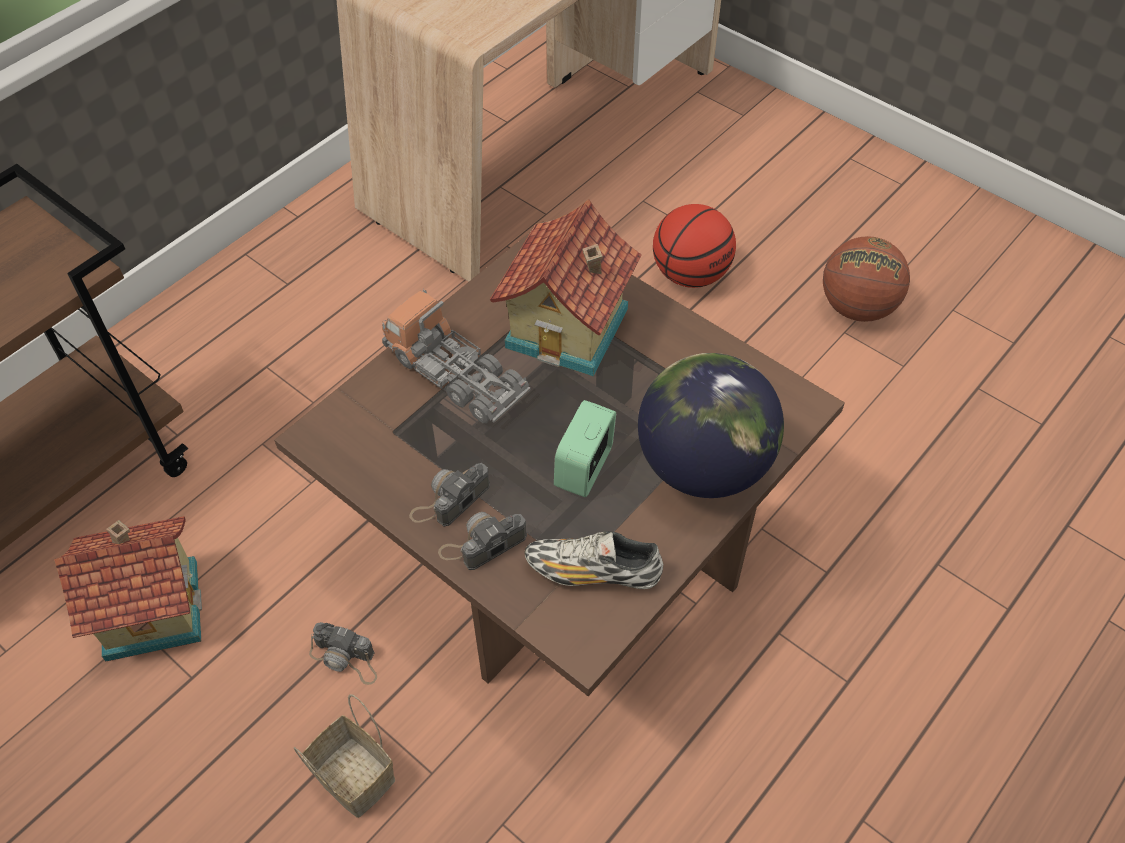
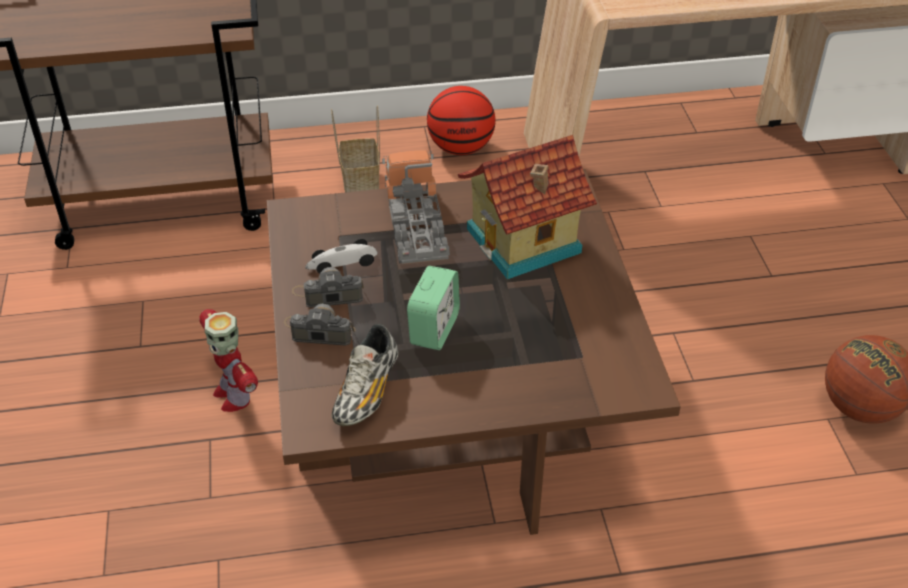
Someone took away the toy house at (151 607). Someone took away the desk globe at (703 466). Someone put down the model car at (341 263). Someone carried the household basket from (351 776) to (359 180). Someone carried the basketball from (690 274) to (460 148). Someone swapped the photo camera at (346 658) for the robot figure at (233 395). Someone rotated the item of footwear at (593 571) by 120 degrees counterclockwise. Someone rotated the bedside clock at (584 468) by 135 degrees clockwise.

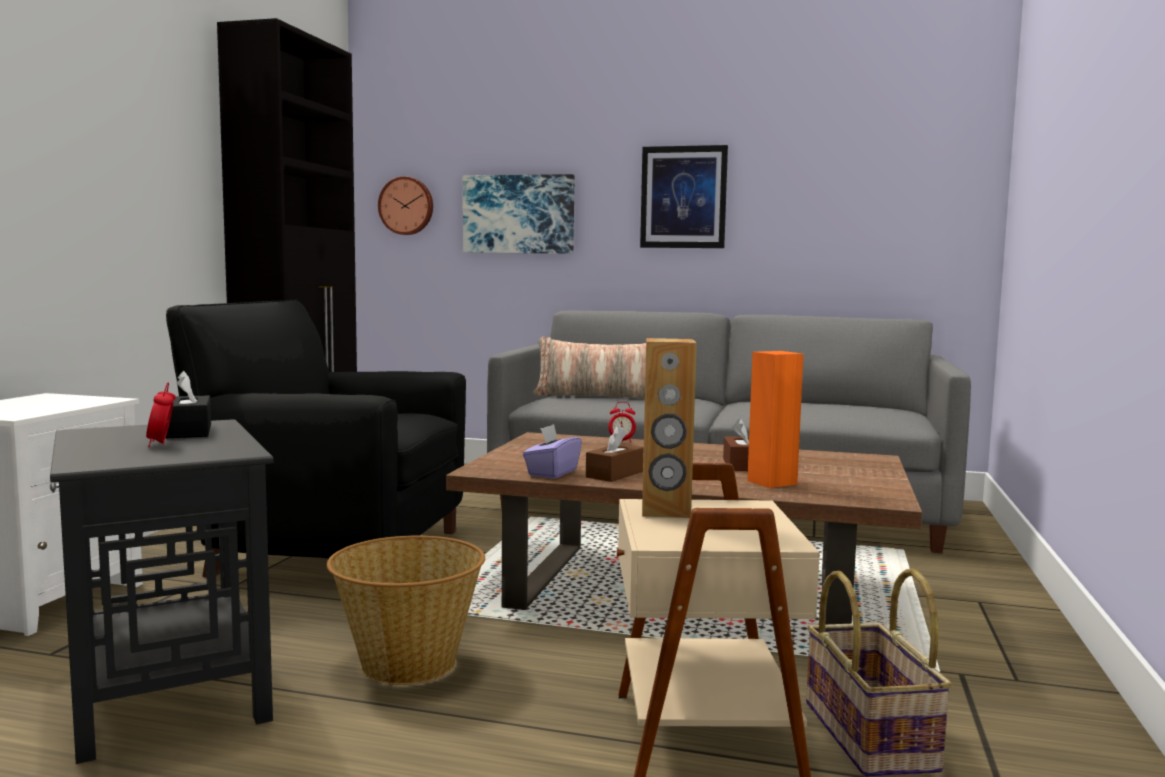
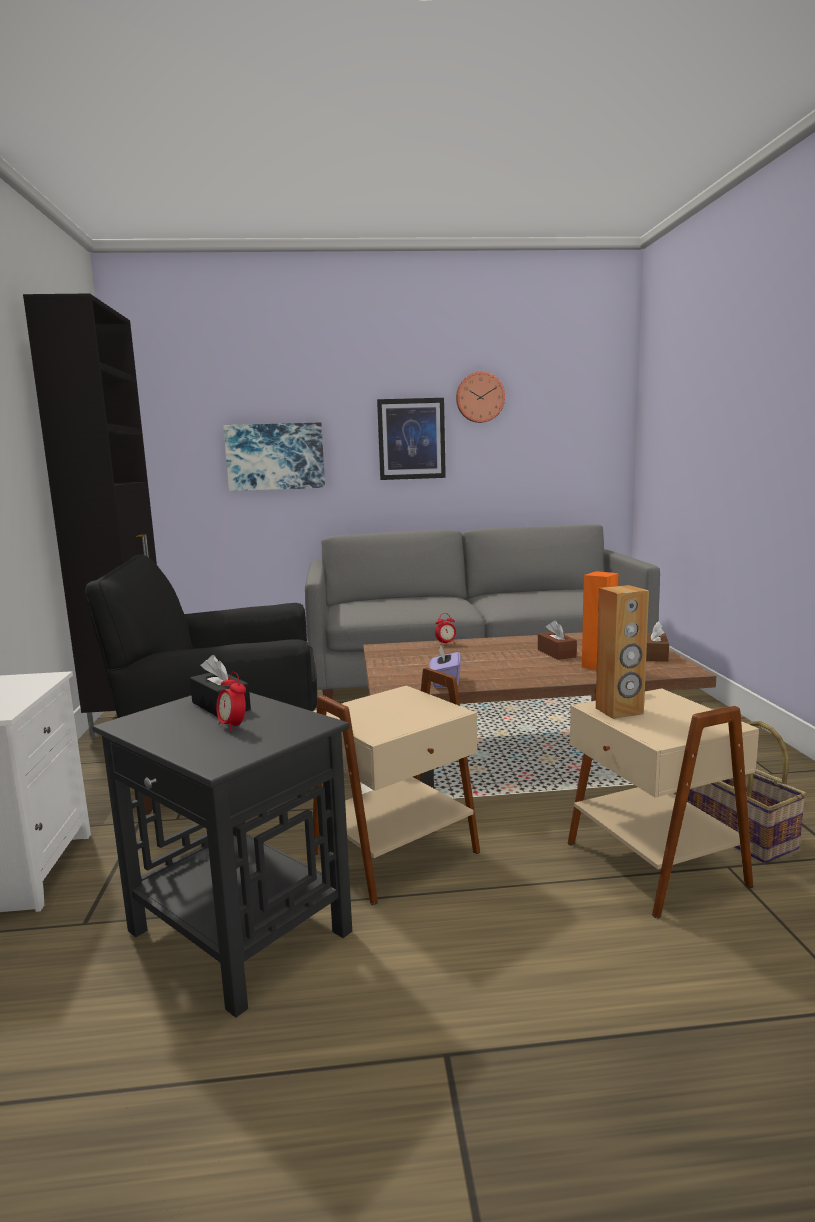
Someone took away the cushion at (601 396). Someone carried the wall clock from (407 206) to (479 397). Someone carried the tissue box/brown-coloured from (614 474) to (655 655). Someone swapped the household basket at (408 663) for the accent table/beige-coloured at (398 854).

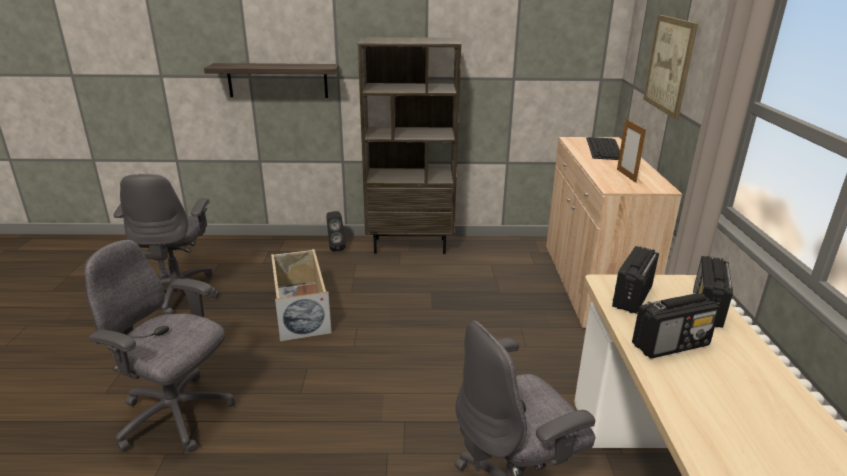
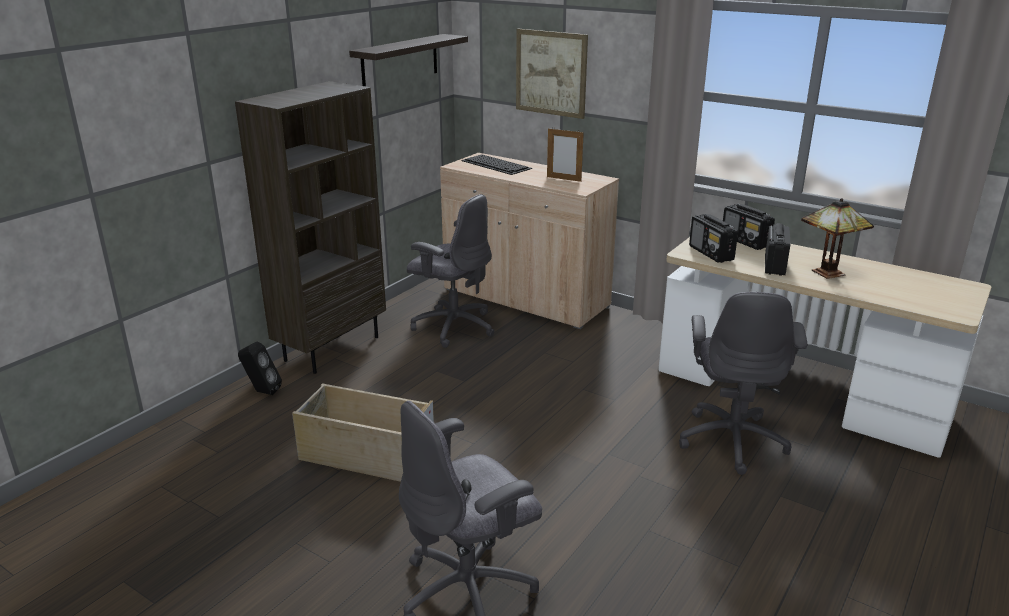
Someone put down the tabletop lamp at (827 274). Someone carried the office chair/grey from (179 293) to (453 326). Someone carried the bracket shelf from (277 80) to (400 61).

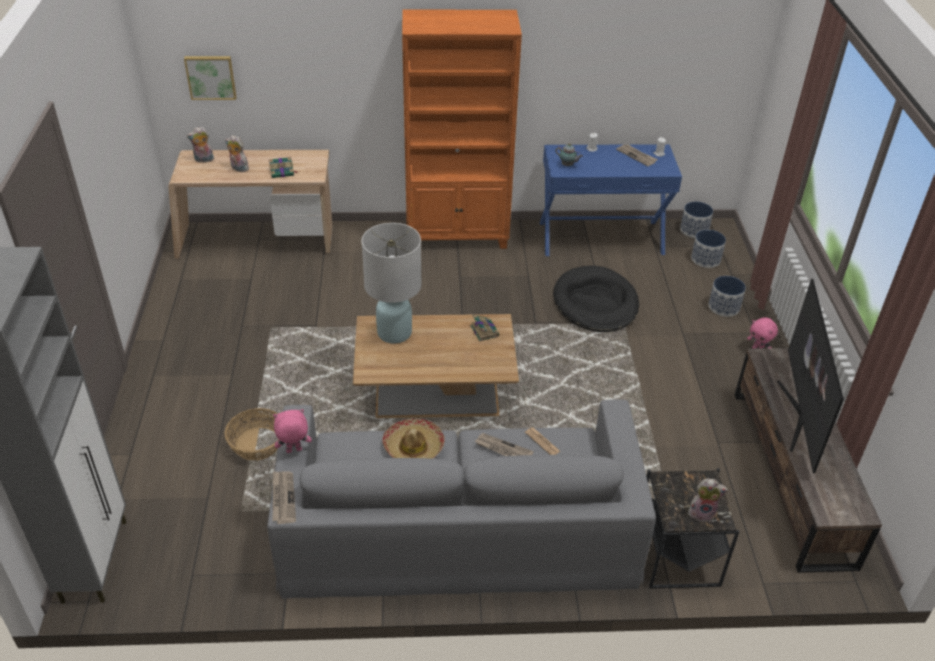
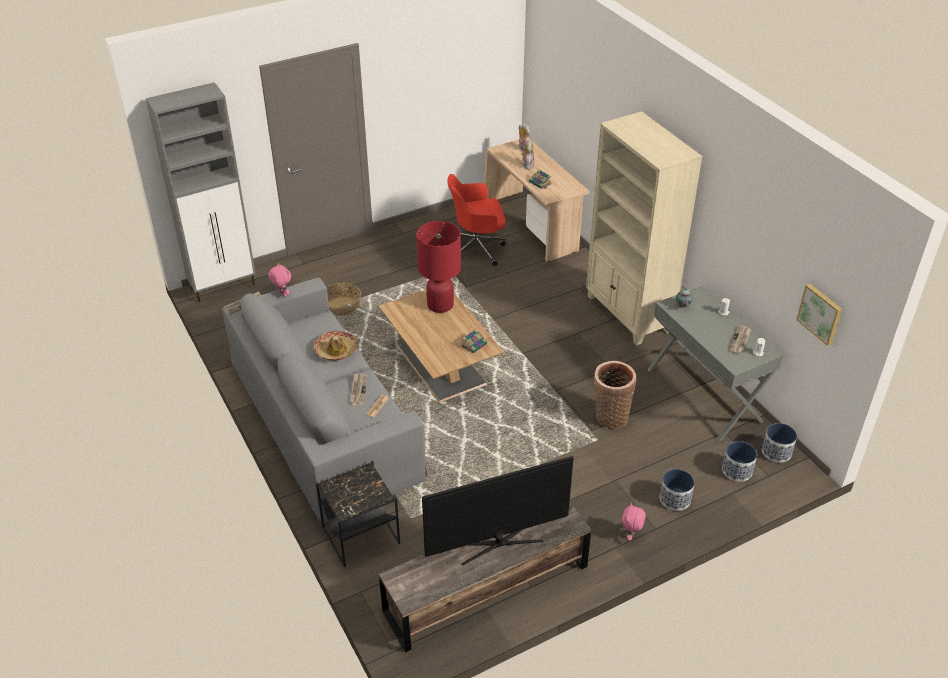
Someone took away the plush toy at (702 513). Someone put down the office chair/red-coloured at (477 248). Someone carried the wall picture from (211 77) to (820 313). Someone swapped the pet bed/black-coloured at (595 303) for the household basket at (610 416). Someone repainted the tabletop lamp/white-coloured at (394 332), which became the tabletop lamp/red-coloured at (440 305). Someone repainted the shelving unit/orange-coloured at (458 235), which became the shelving unit/beige-coloured at (628 314). Someone repainted the narrow table/blue-coloured at (601 237), which became the narrow table/grey at (704 394).

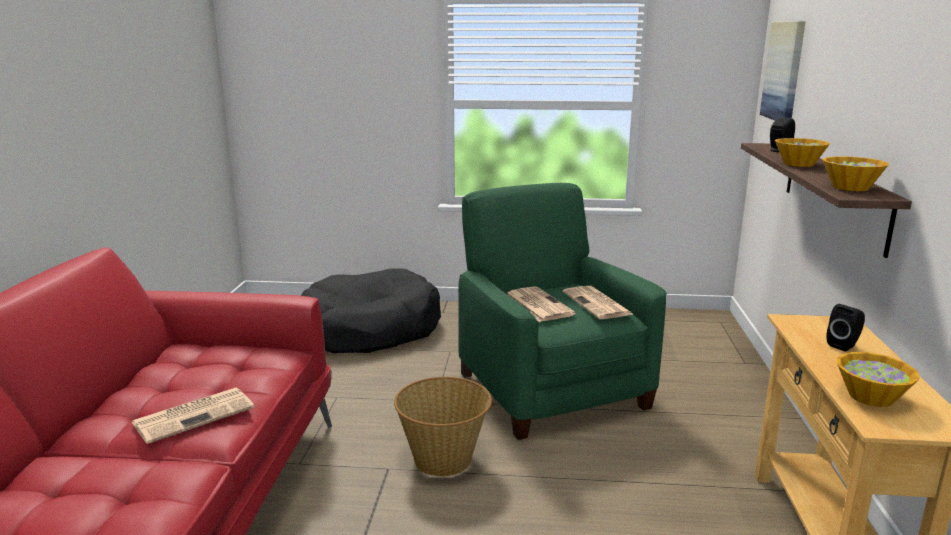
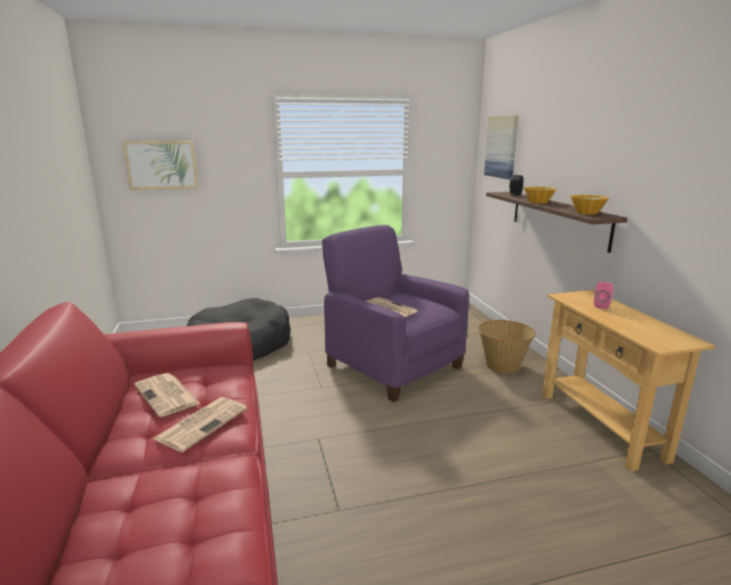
Someone took away the bowl at (871 396). Someone put up the wall picture at (162 165). Someone carried the household basket from (444 458) to (502 365). Someone carried the daily paper from (597 304) to (167 395). Someone repainted the lounge chair/green at (550 389), which became the lounge chair/purple at (392 365). Someone repainted the audio speaker/black-coloured at (844 345), which became the audio speaker/pinkish at (602 306).

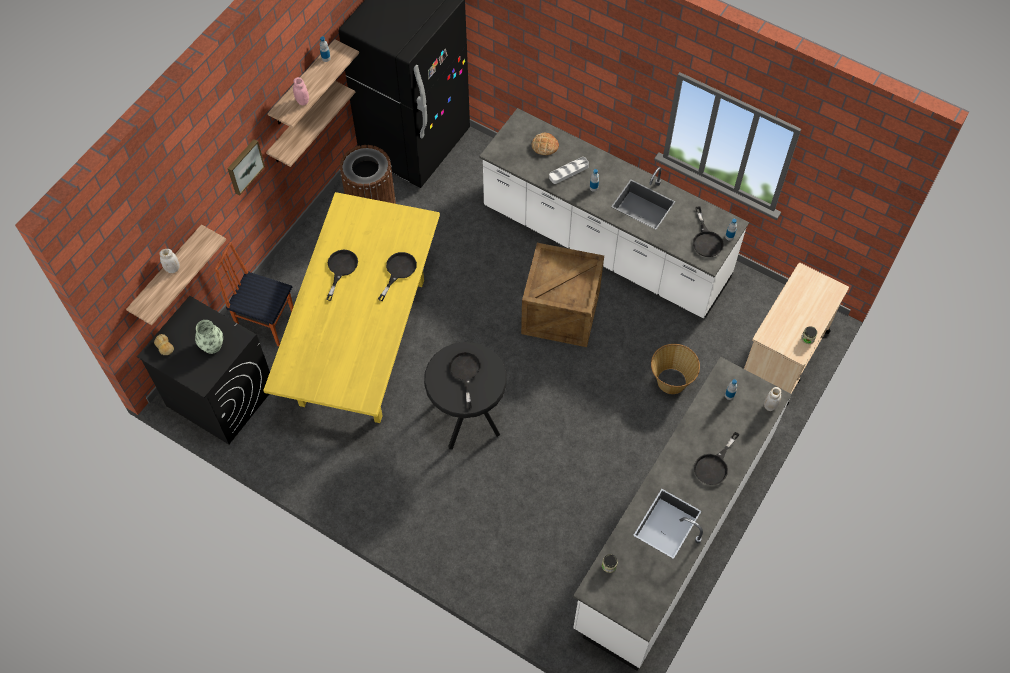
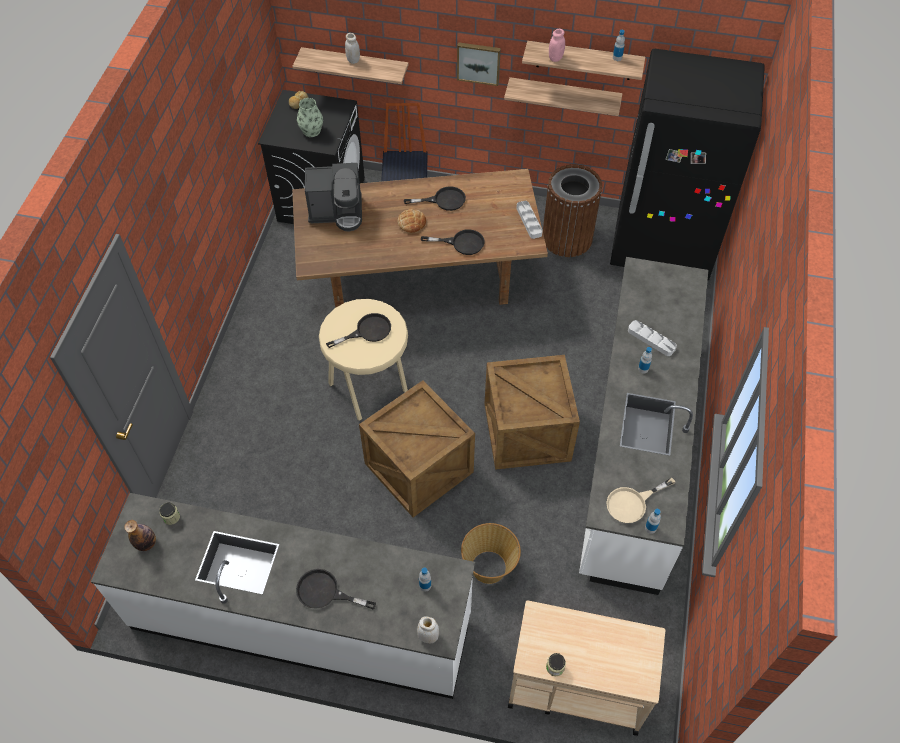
Someone put down the bottle at (146 543). Someone put down the coffee brewer at (337 212). Someone put down the crate at (420 468). Someone put down the tray/grey at (529 221). Someone carried the bread from (545 145) to (411 222). Someone repainted the kitchen table/yellow-coloured at (363 340), which became the kitchen table/brown-coloured at (420 279). Someone repainted the stool seat/black-coloured at (467 417), which became the stool seat/beige-coloured at (370 387). Someone repainted the pan/black-coloured at (706 240), which became the pan/beige-coloured at (632 503).

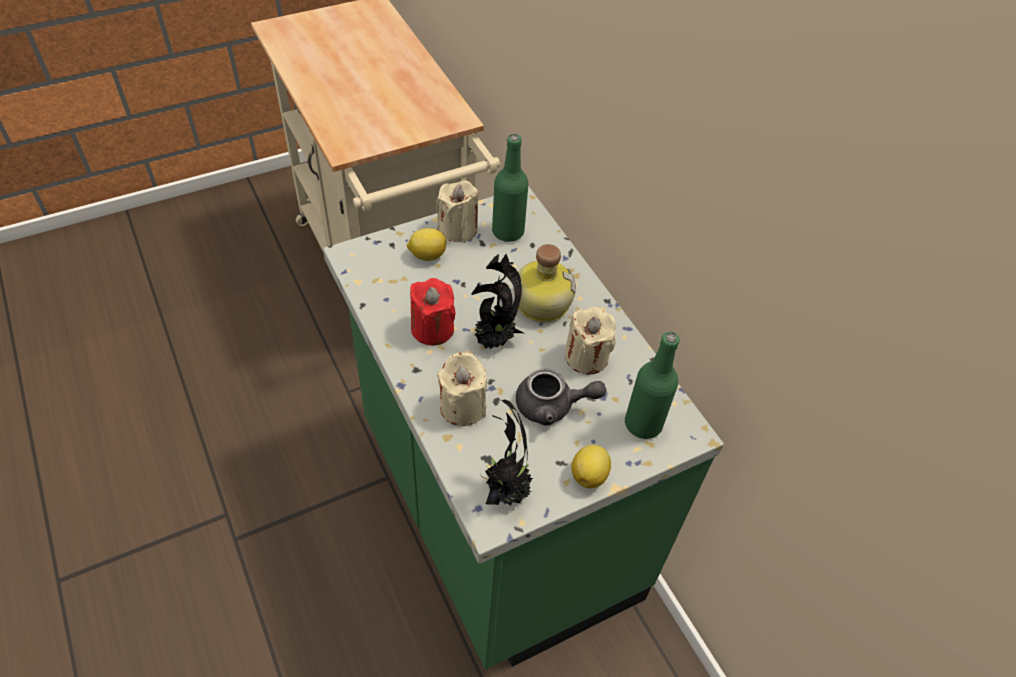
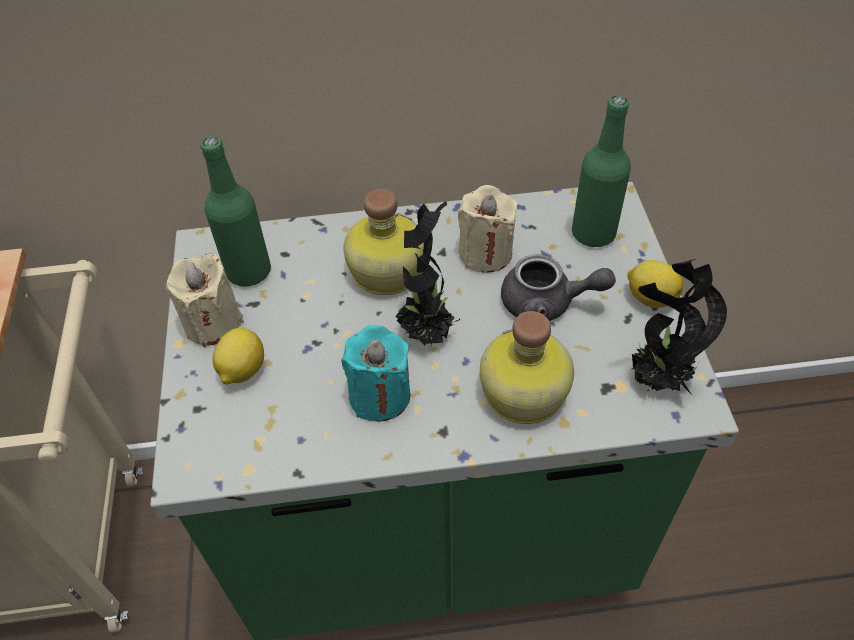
Someone swapped the wax candle/beige-coloured at (462 407) for the bottle at (521 393). Someone repainted the wax candle/red-coloured at (432 329), which became the wax candle/turquoise at (380 396). Someone rotated the tea pot/grey at (553 406) by 75 degrees clockwise.

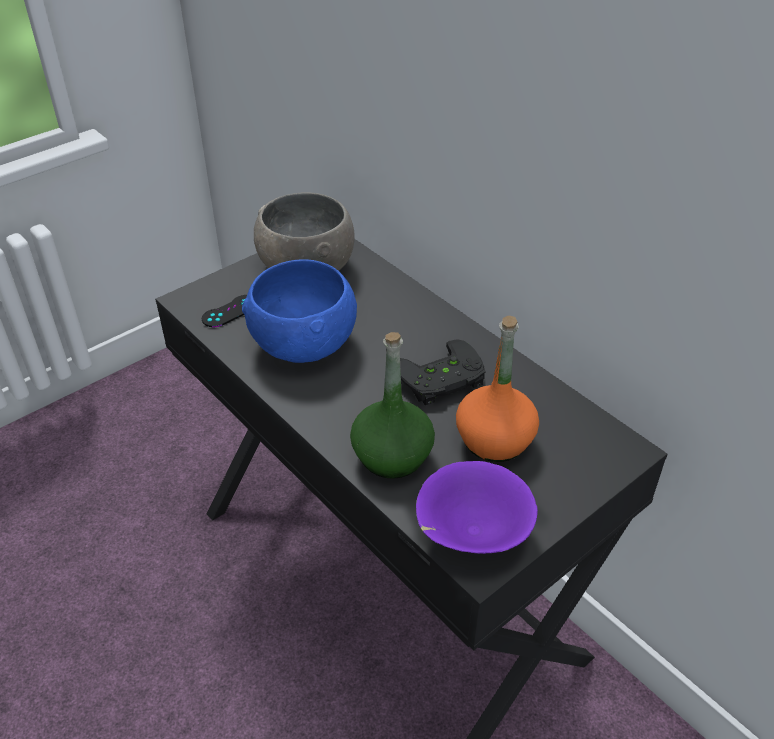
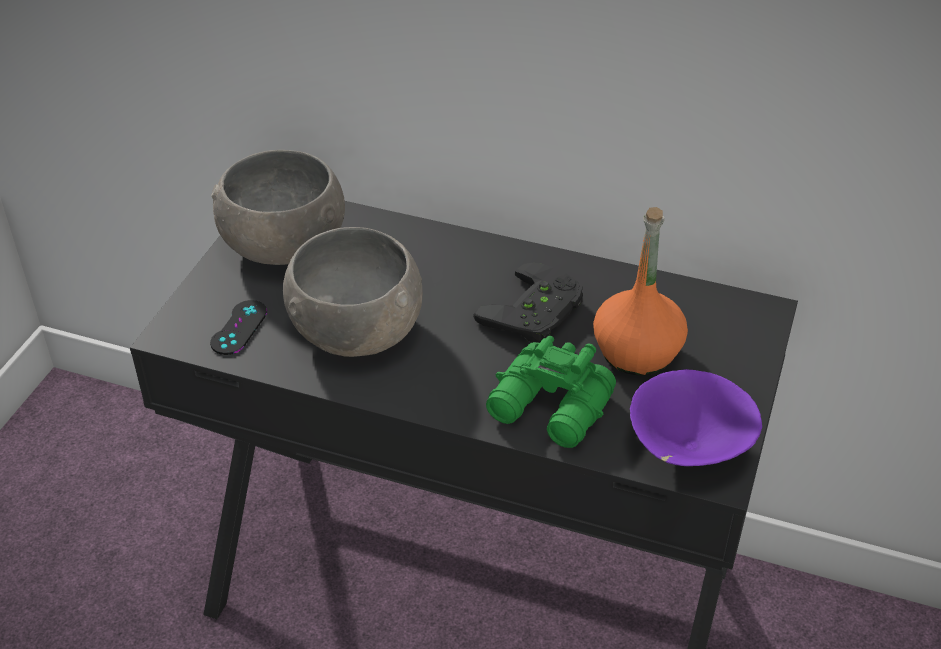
Someone swapped the bottle/green at (391 455) for the field glasses/green at (551 409). Someone repainted the bowl/blue-coloured at (304 341), which became the bowl/grey at (356 329).

